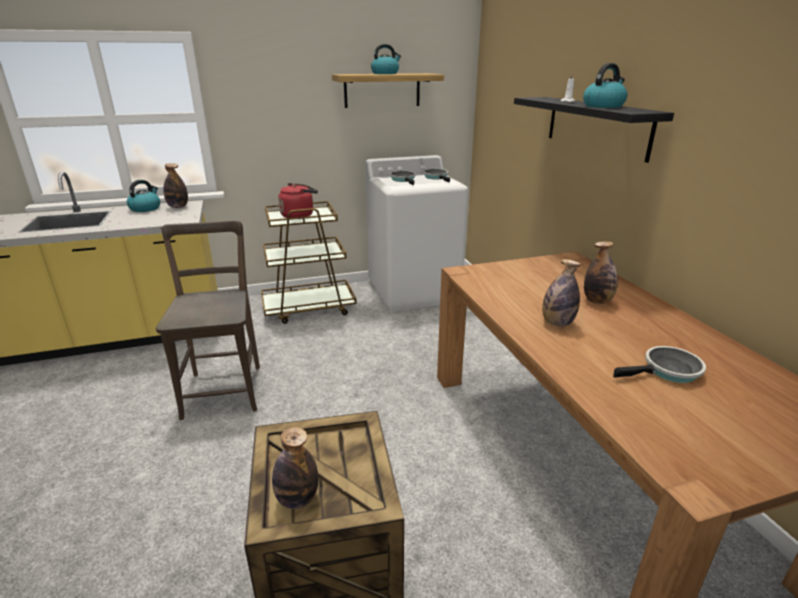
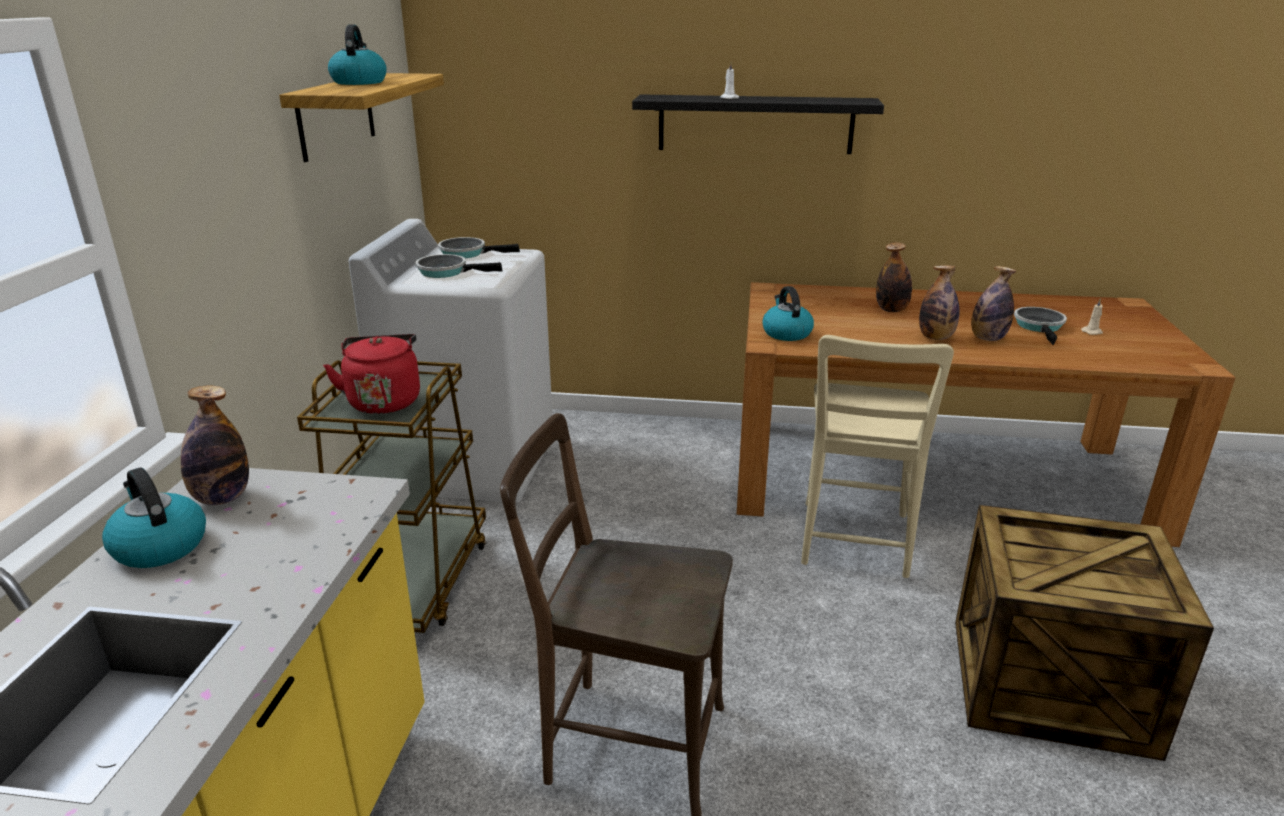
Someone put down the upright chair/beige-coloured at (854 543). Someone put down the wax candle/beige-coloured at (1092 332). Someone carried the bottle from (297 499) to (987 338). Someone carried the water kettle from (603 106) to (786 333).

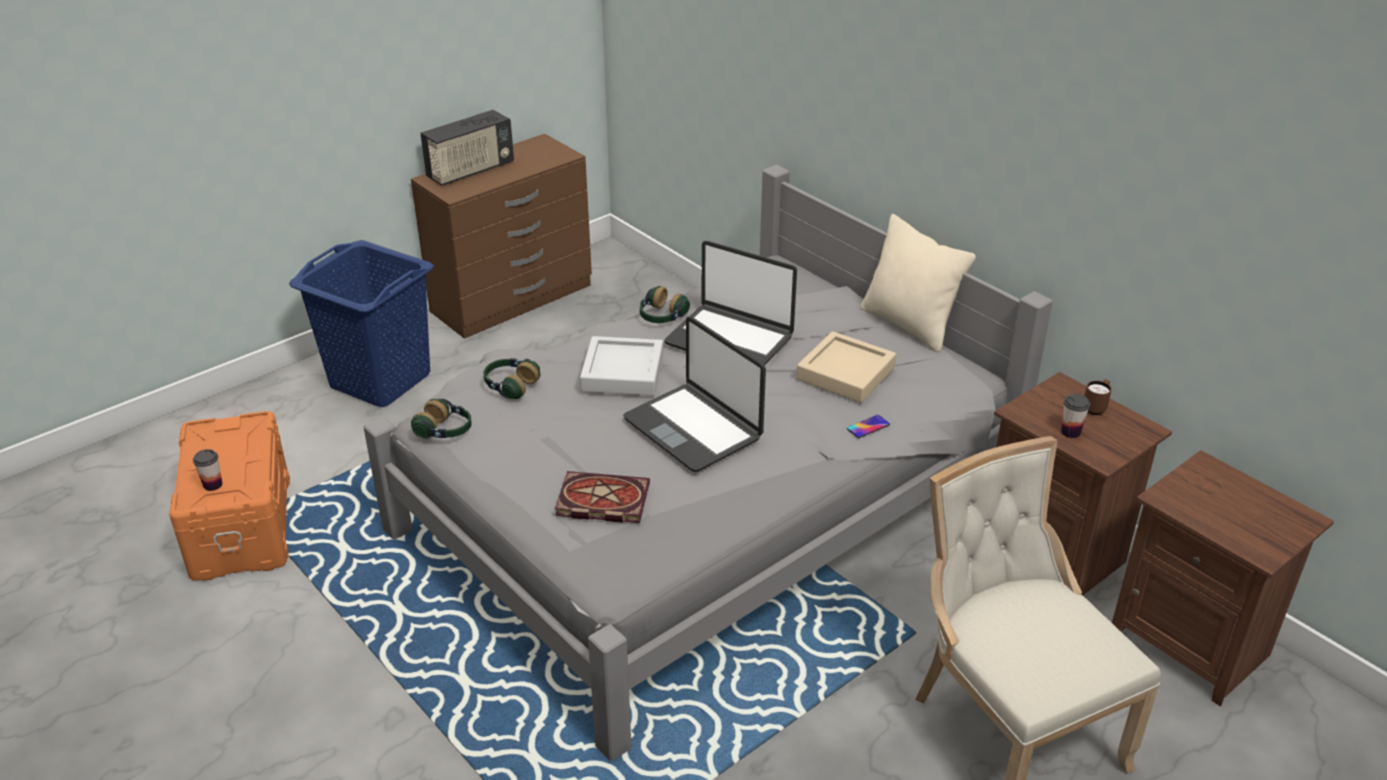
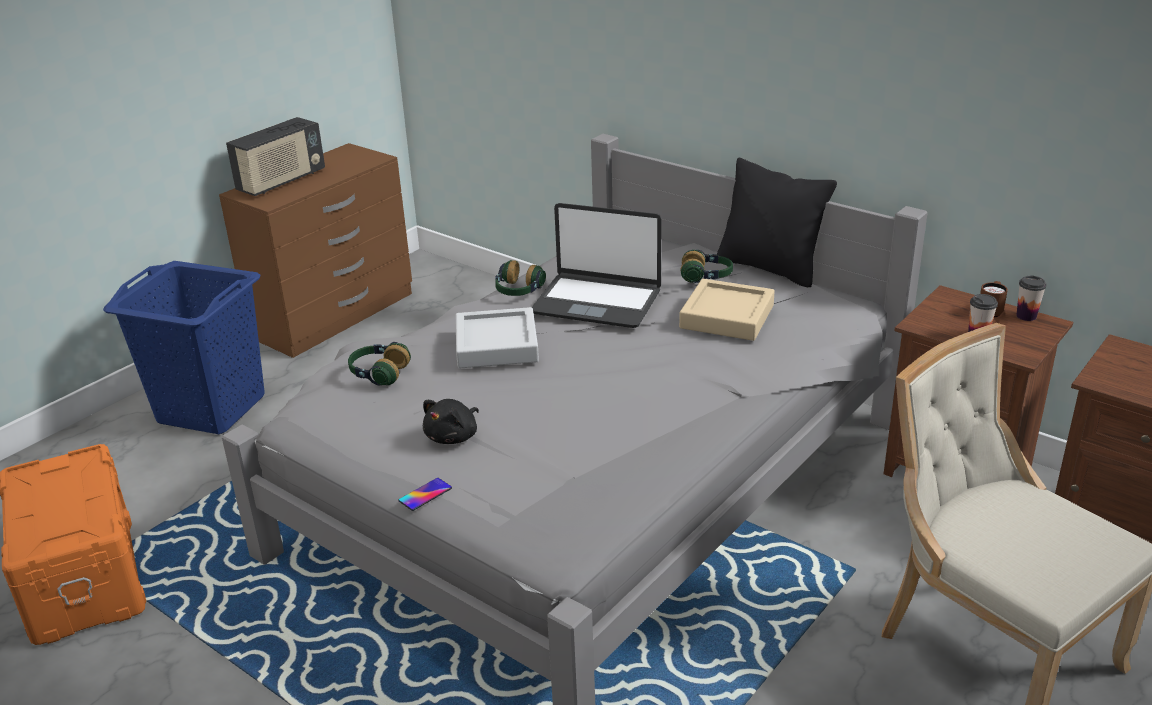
Someone took away the bound book at (600 501). Someone took away the portable computer at (694 428). Someone put down the plush toy/black-coloured at (453 436). Someone carried the small cup from (213 485) to (1026 316). Someone carried the headset from (445 431) to (706 277). Someone carried the phone from (868 427) to (425 494). Someone repainted the cushion/beige-coloured at (909 325), which became the cushion/black-coloured at (770 268).

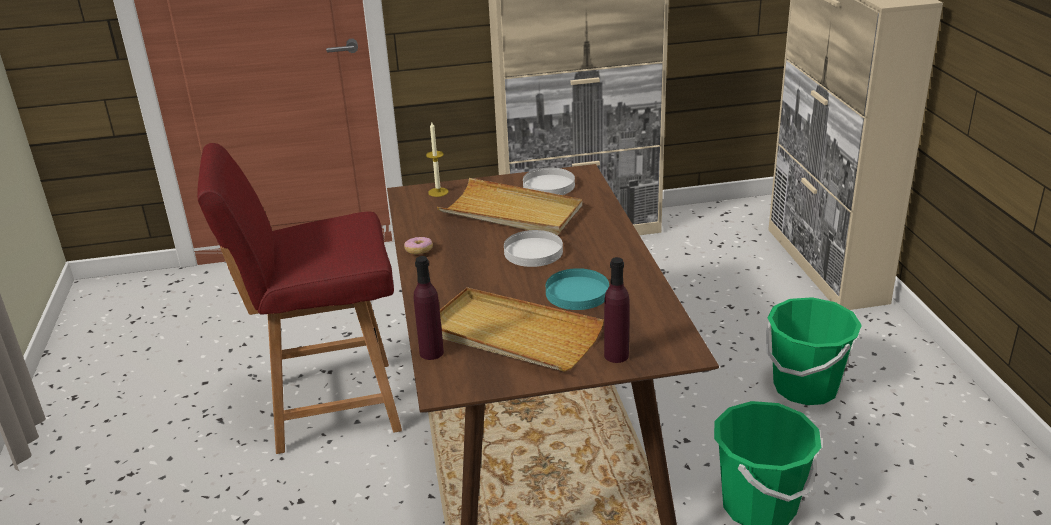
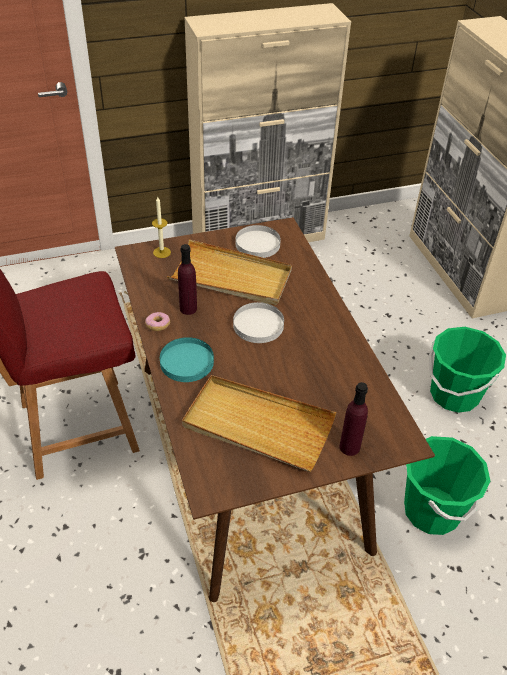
Someone carried the bottle/purple from (431 352) to (188 308). Someone carried the plate/turquoise from (578 292) to (187 362).

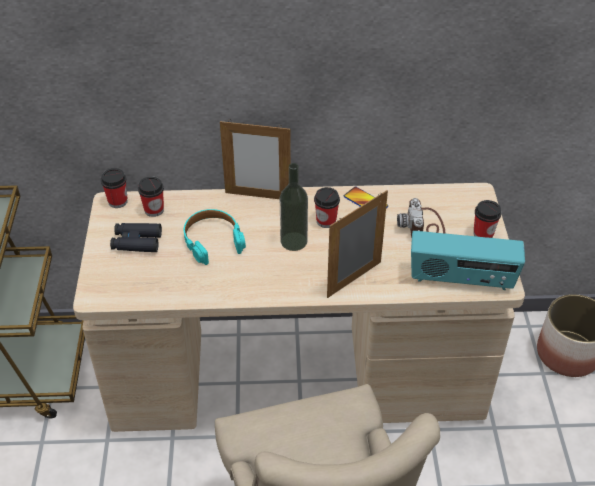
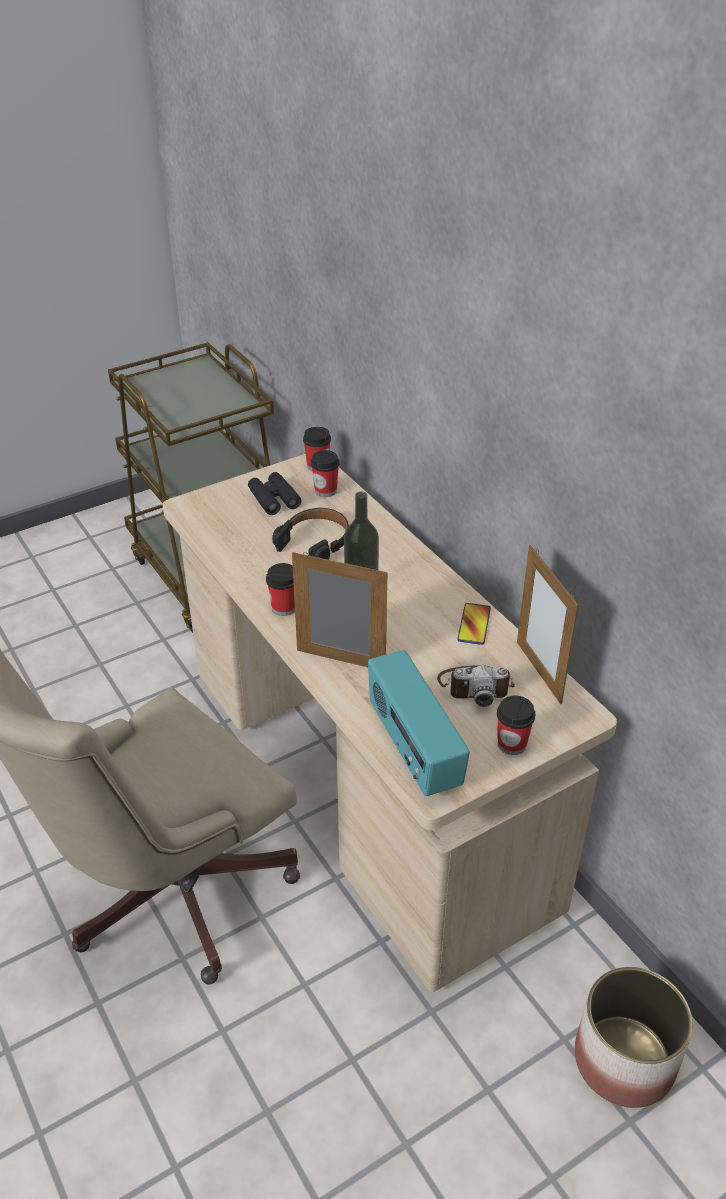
Someone carried the picture frame from (258 196) to (538 672). Someone carried the small cup from (326 221) to (284 607). Someone repainted the headset/turquoise at (212 240), which became the headset/black-coloured at (315 542). Someone rotated the photo camera at (423 227) by 150 degrees counterclockwise.

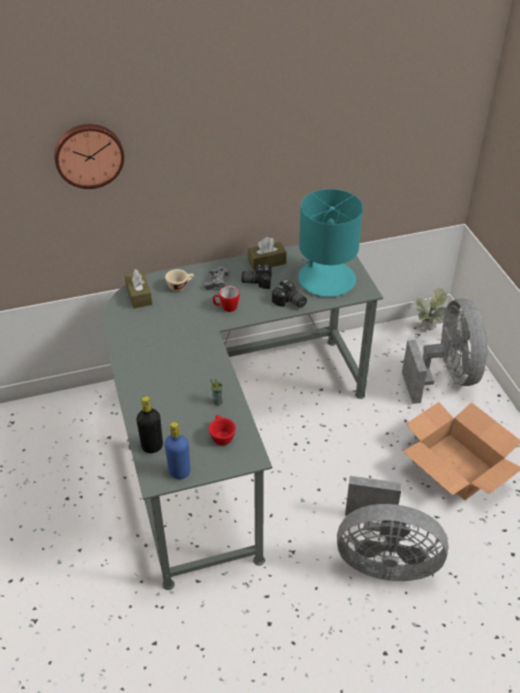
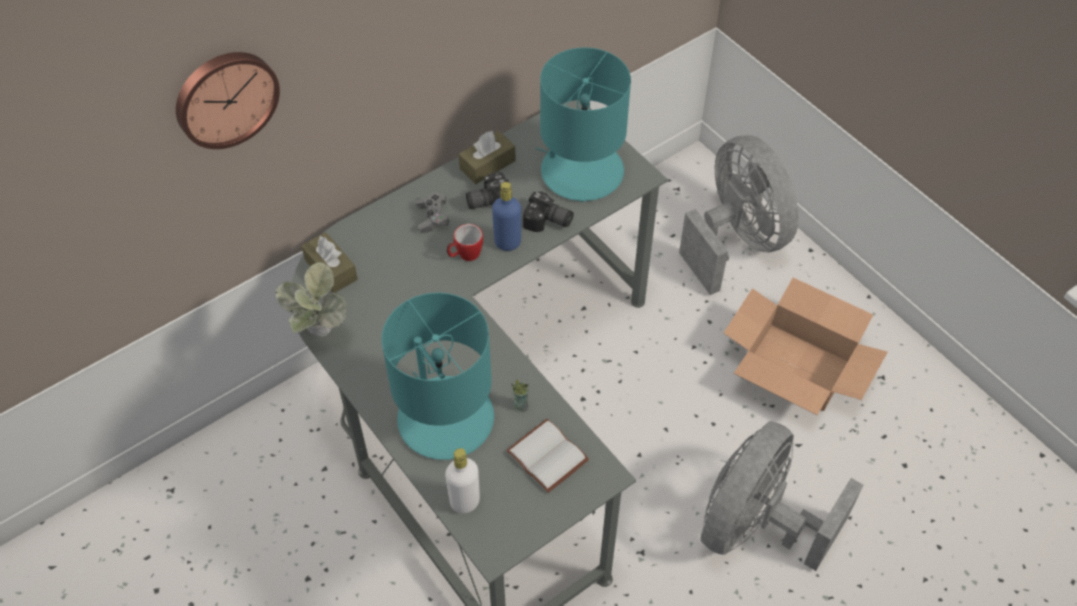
Someone took away the small cup/beige-coloured at (180 286). Someone put down the tabletop lamp/turquoise at (445 417). Someone carried the bottle/blue-coloured from (179 472) to (507 242). Someone carried the houseplant from (426 330) to (320 335). Someone swapped the small cup/red-coloured at (221 436) for the bound book/white-coloured at (549 456). Someone repainted the bottle/black-coloured at (152 446), which became the bottle/white-coloured at (465 501). Someone rotated the cooling fan/grey at (382 560) by 135 degrees clockwise.

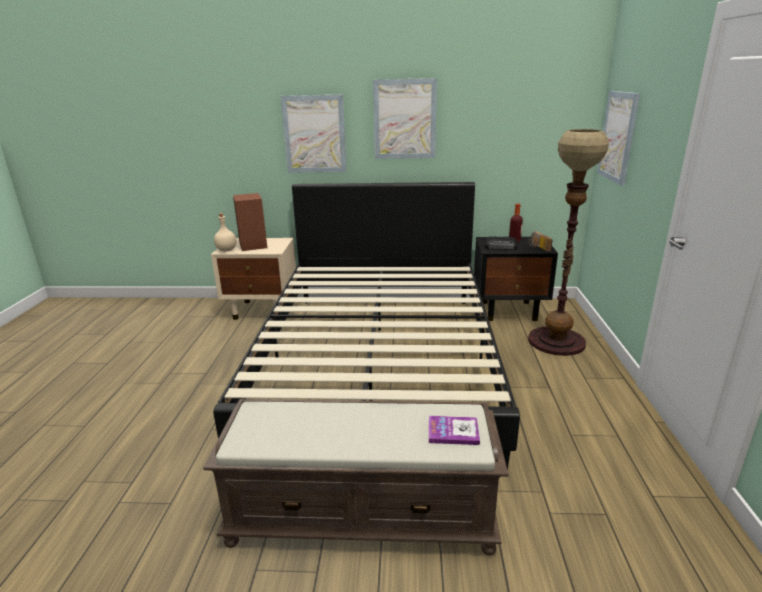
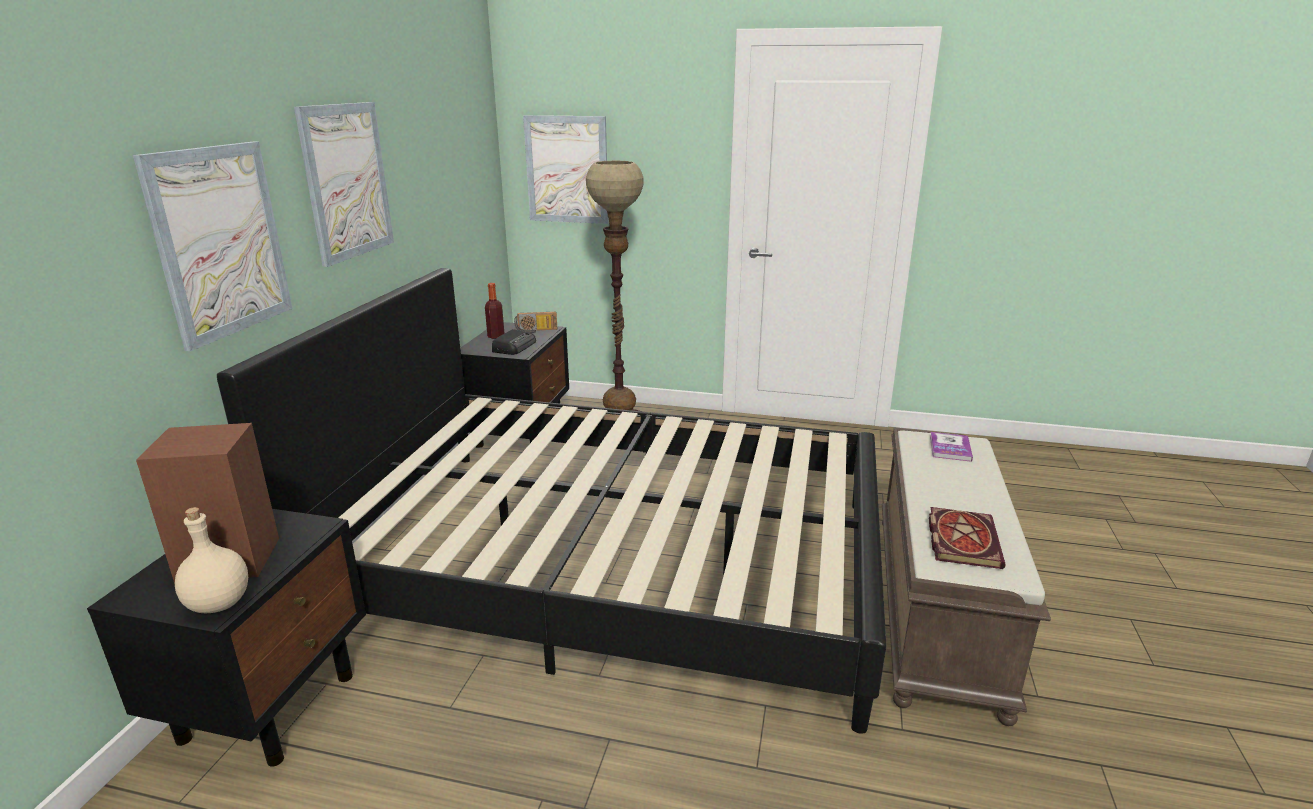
Someone put down the bound book at (961 539). Someone repainted the bedside table/beige-coloured at (263 310), which became the bedside table/black-coloured at (270 704).

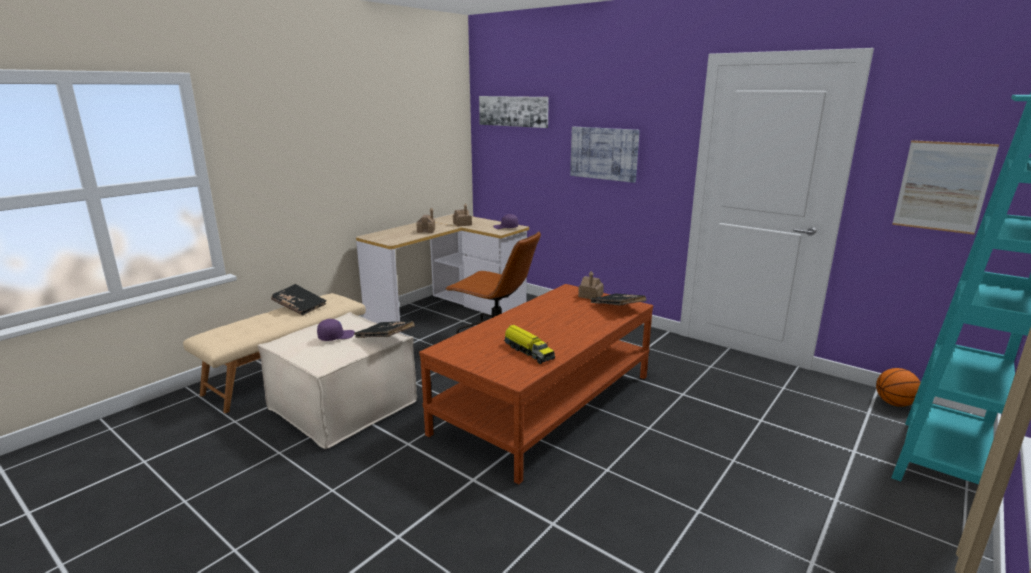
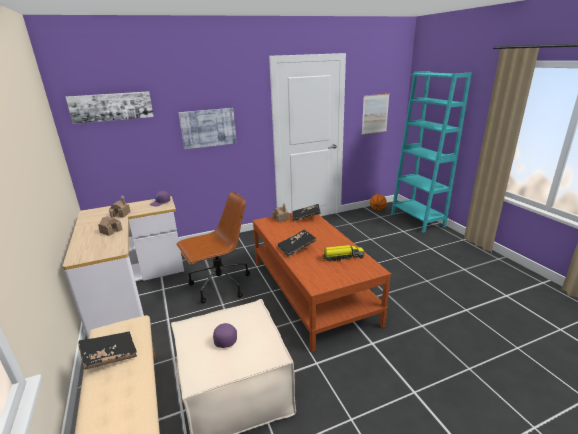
Someone carried the bound book/black-coloured from (385 338) to (296 248).

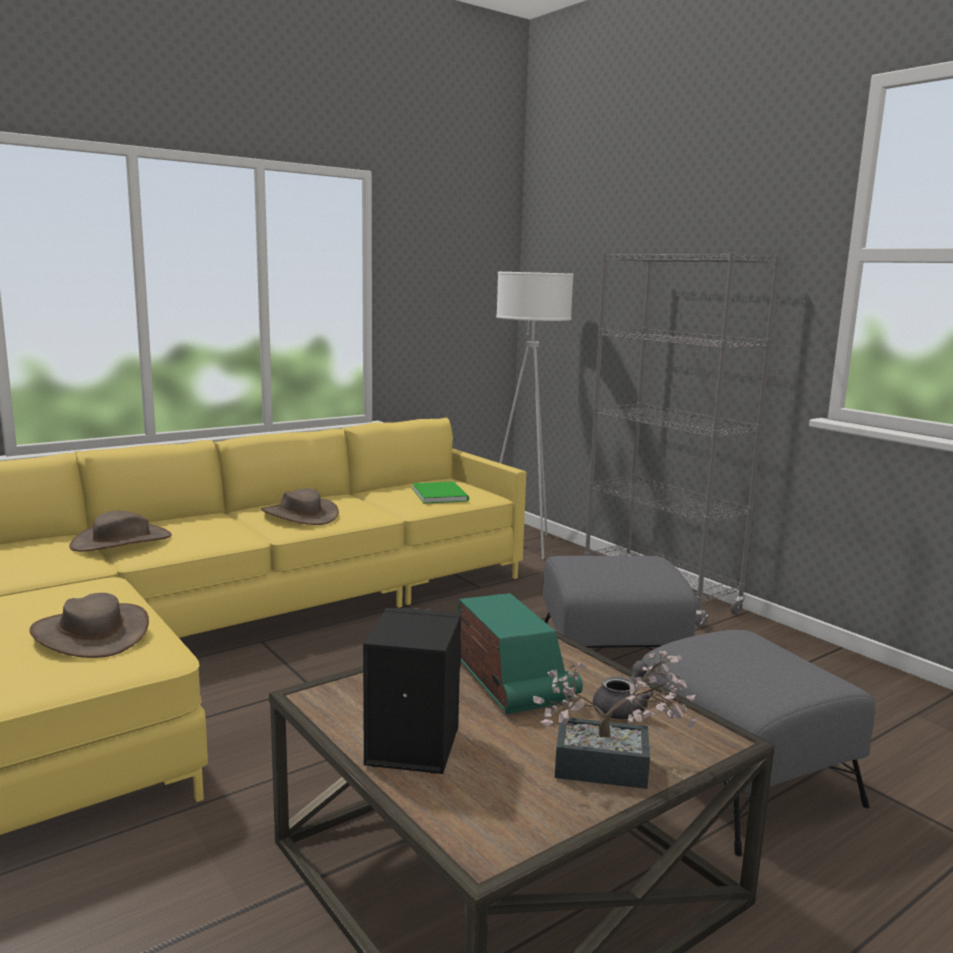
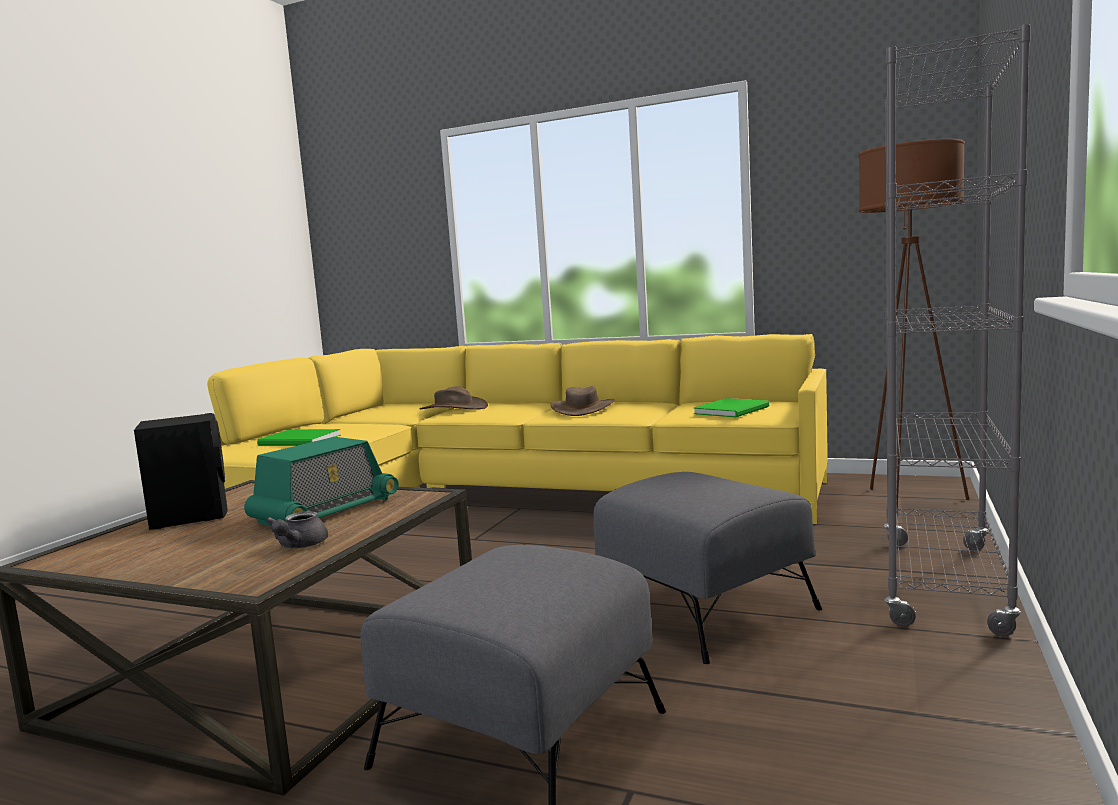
Someone took away the houseplant at (614 768). Someone swapped the hat/brown-coloured at (91 633) for the bound book/green at (300 441). Someone repainted the standing lamp/white-coloured at (524 545), which became the standing lamp/brown-coloured at (909 501). Someone rotated the tea pot/grey at (622 707) by 90 degrees clockwise.

